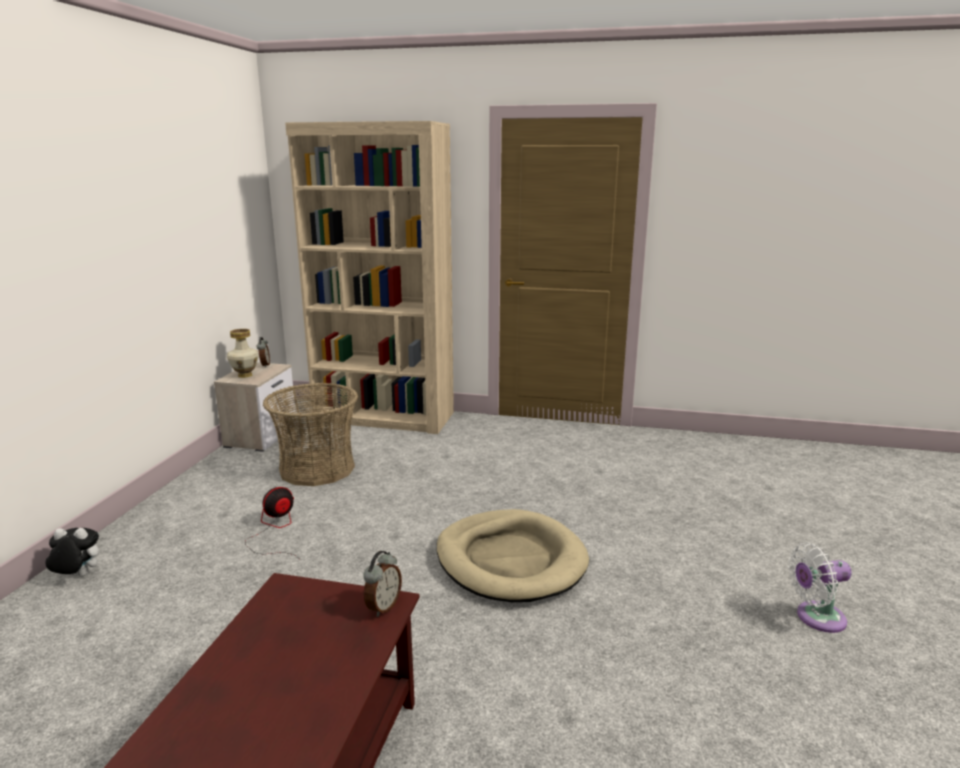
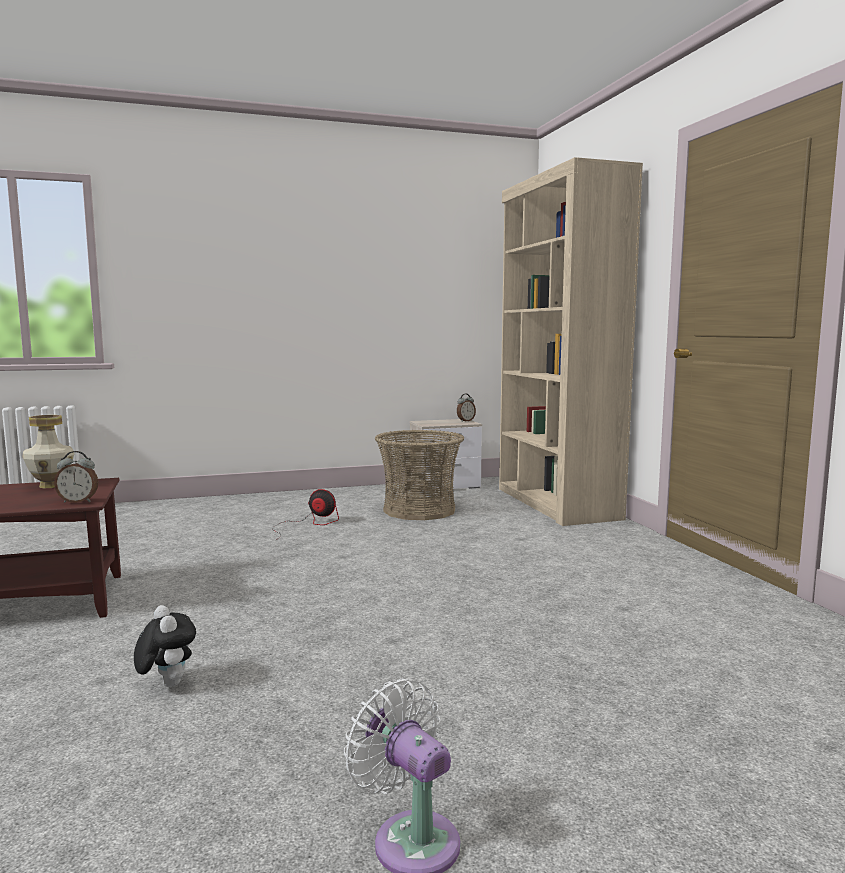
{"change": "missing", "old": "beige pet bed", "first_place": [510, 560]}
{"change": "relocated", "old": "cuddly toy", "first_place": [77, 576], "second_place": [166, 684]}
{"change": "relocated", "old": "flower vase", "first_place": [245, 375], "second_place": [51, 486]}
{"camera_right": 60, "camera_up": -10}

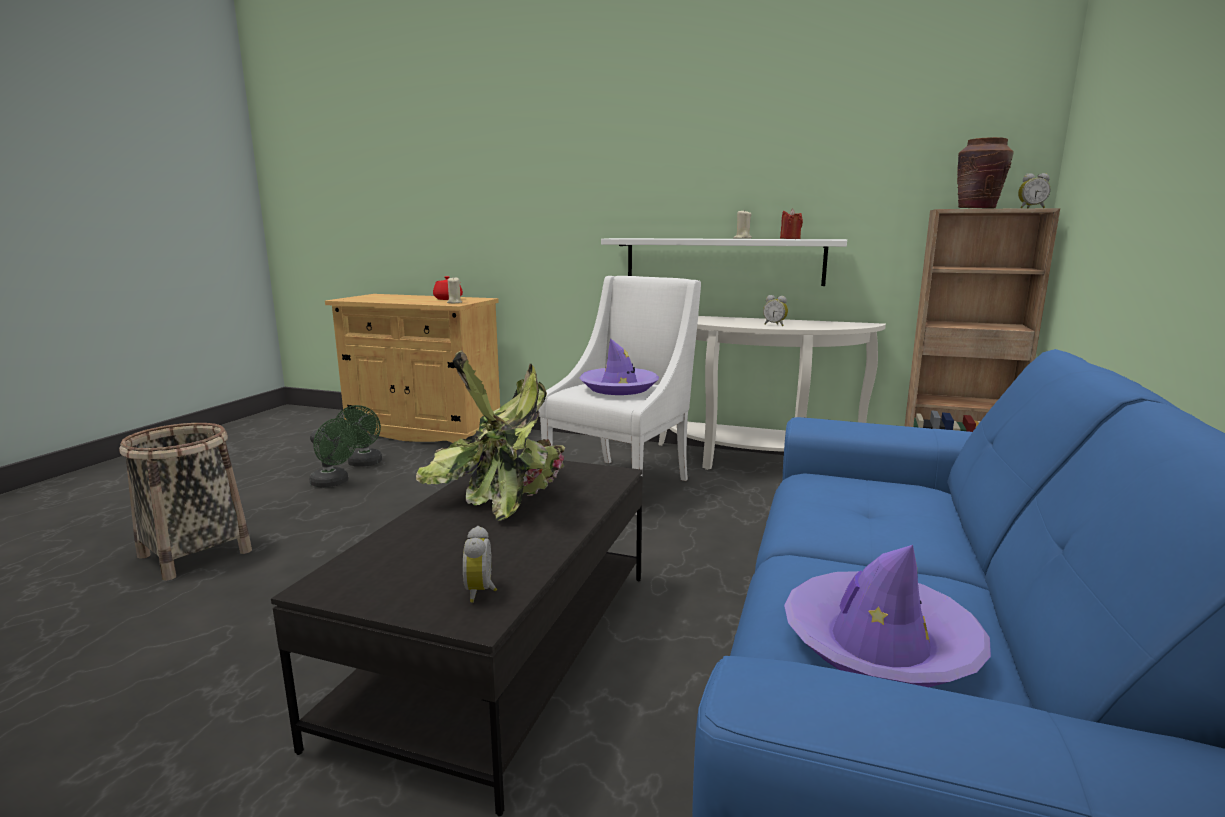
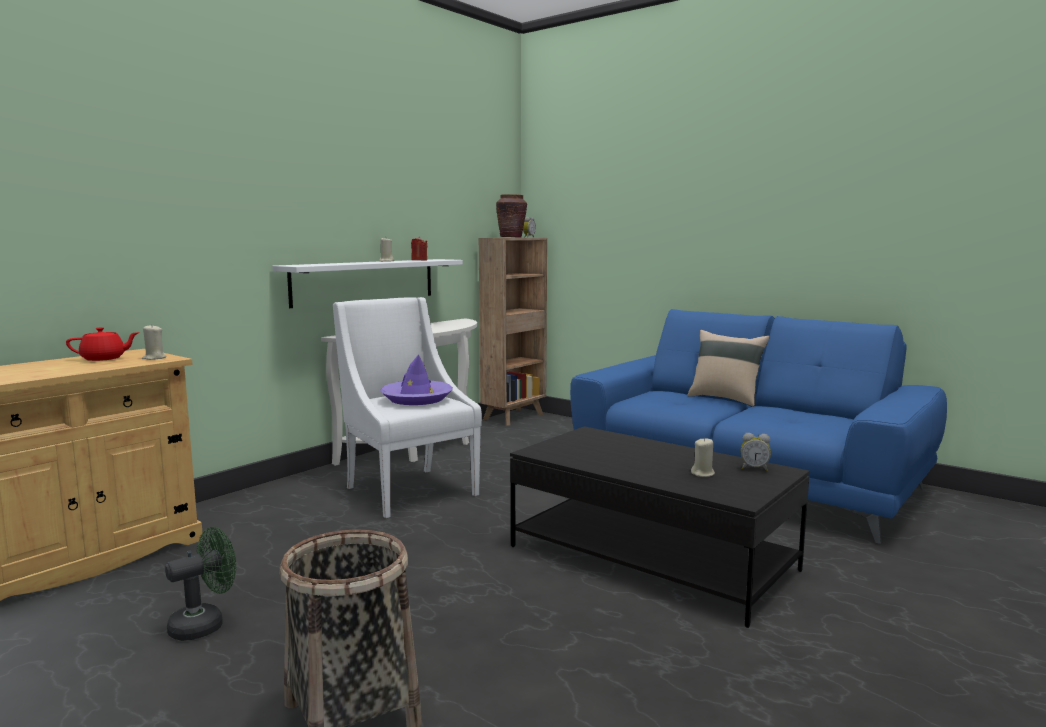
{"change": "missing", "old": "green fan", "first_place": [364, 464]}
{"change": "missing", "old": "houseplant", "first_place": [503, 494]}
{"change": "missing", "old": "table clock", "first_place": [775, 325]}
{"change": "missing", "old": "purple-coloured hat", "first_place": [879, 644]}
{"change": "appeared", "new": "beige cushion", "second_place": [725, 399]}
{"change": "appeared", "new": "beige candle", "second_place": [703, 474]}
{"camera_right": -70, "camera_up": -5}

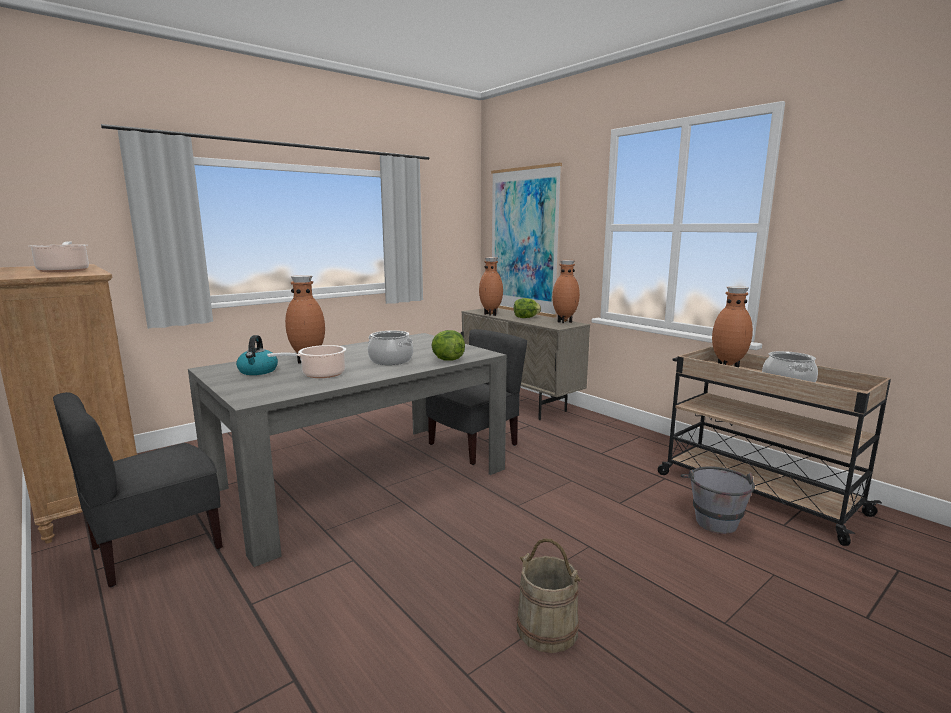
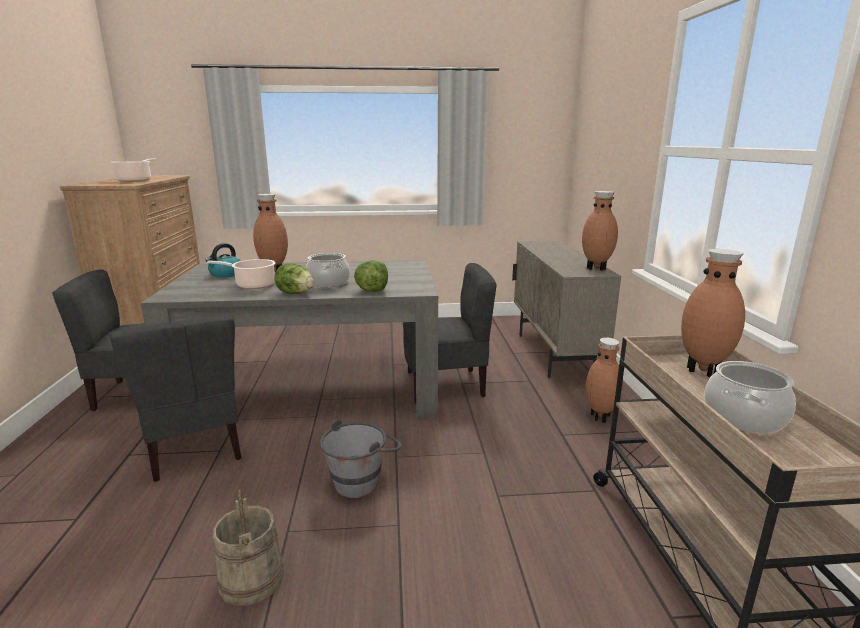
{"change": "missing", "old": "wall picture", "first_place": [524, 241]}
{"change": "appeared", "new": "greyish upright chair", "second_place": [195, 448]}
{"change": "relocated", "old": "brown flower vase", "first_place": [491, 314], "second_place": [601, 417]}
{"change": "relocated", "old": "lettuce head", "first_place": [526, 318], "second_place": [295, 293]}
{"change": "relocated", "old": "greyish pail", "first_place": [713, 518], "second_place": [363, 480]}
{"camera_right": 35, "camera_up": 5}

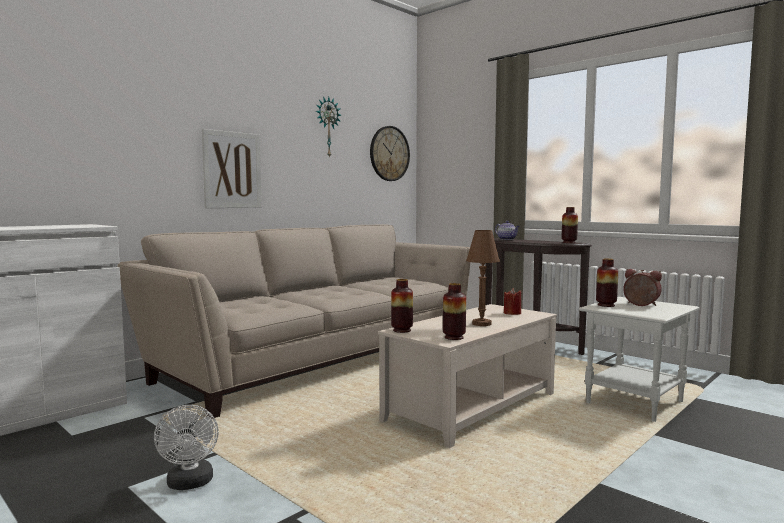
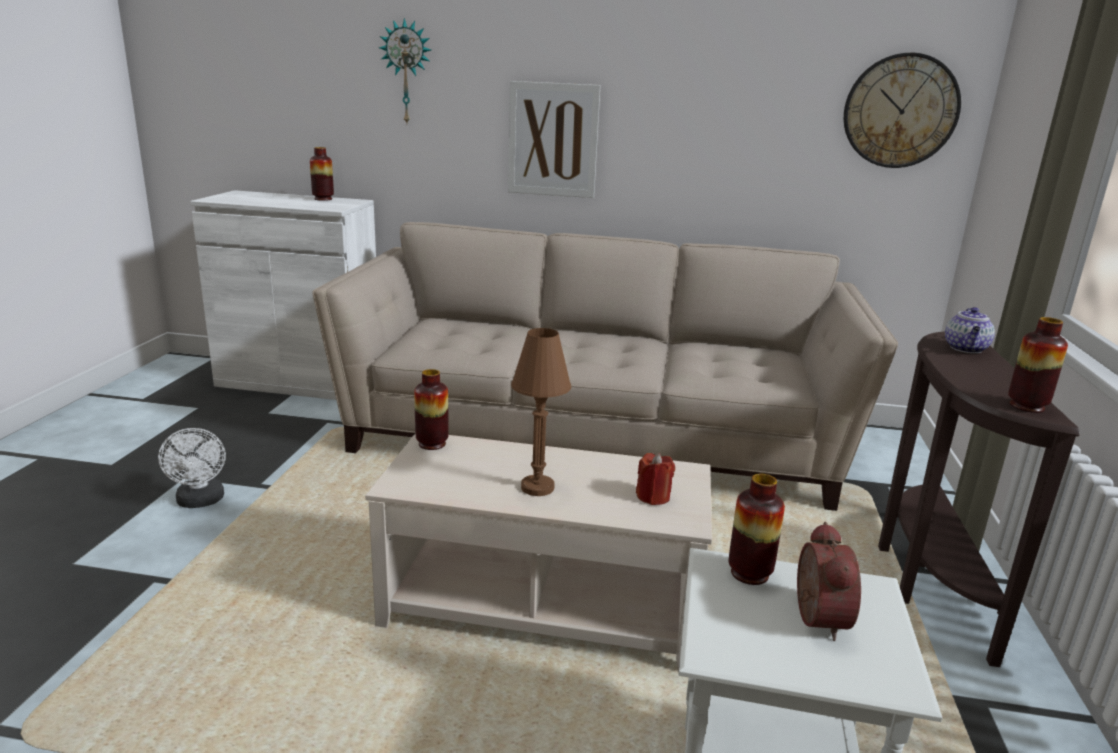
{"change": "relocated", "old": "hanging clock", "first_place": [327, 127], "second_place": [407, 72]}
{"change": "relocated", "old": "flower vase", "first_place": [454, 337], "second_place": [323, 199]}
{"change": "spun", "old": "white-coloured fan", "first_place": [190, 484], "second_place": [200, 502], "degrees": -60}
{"camera_right": 55, "camera_up": 15}

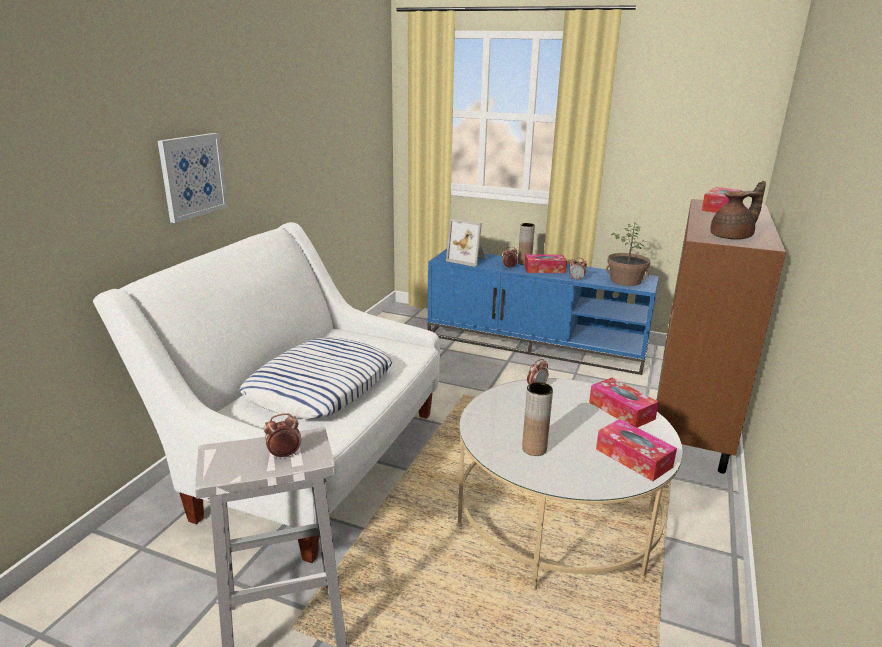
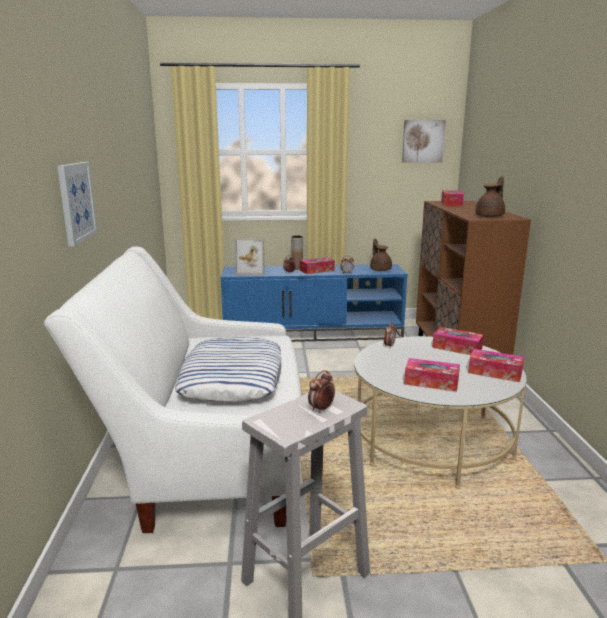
{"change": "appeared", "new": "wall picture", "second_place": [423, 141]}
{"change": "exchanged", "old": "brown flower vase", "new": "tissue holder", "first_place": [534, 449], "second_place": [431, 382]}
{"change": "exchanged", "old": "houseplant", "new": "brown pot for tea", "first_place": [625, 281], "second_place": [380, 269]}
{"camera_right": -25, "camera_up": -5}

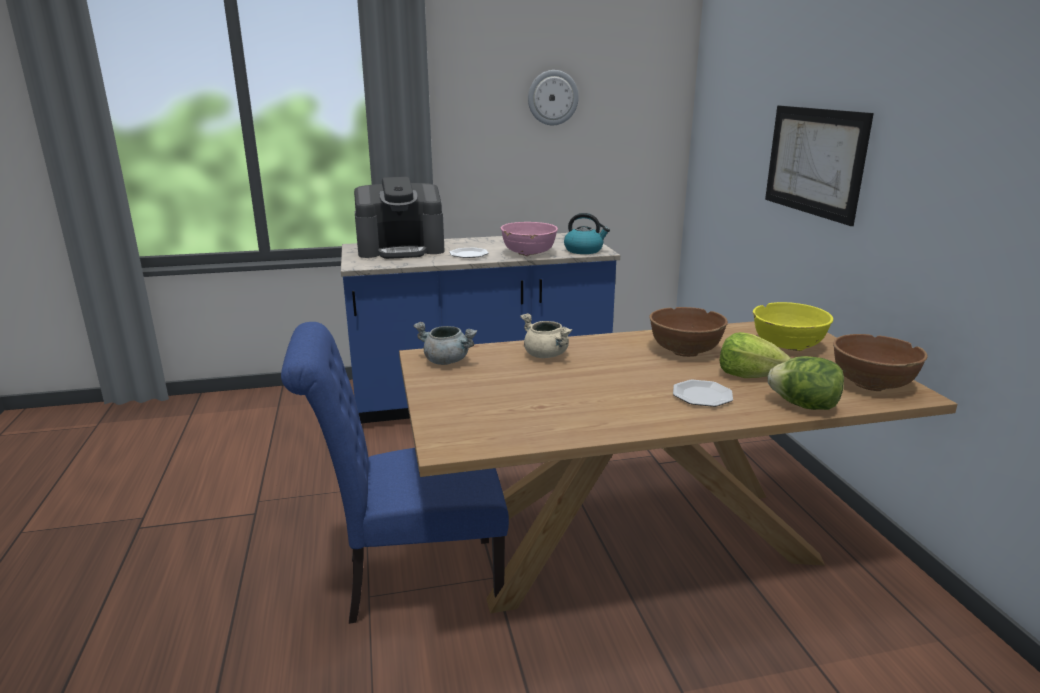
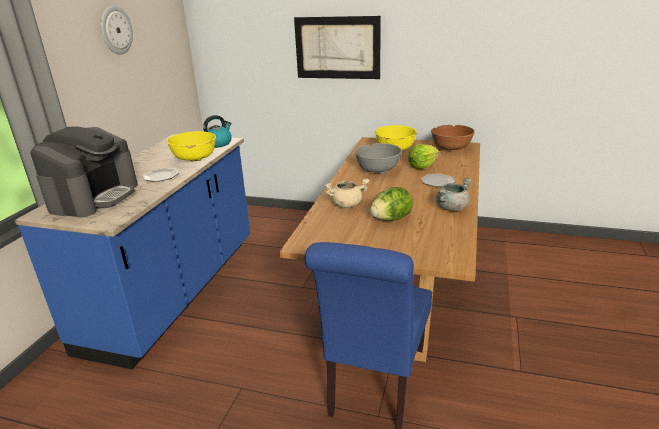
{"change": "relocated", "old": "greyish stockpot", "first_place": [447, 361], "second_place": [451, 207]}
{"change": "relocated", "old": "lettuce head", "first_place": [804, 405], "second_place": [391, 219]}
{"change": "colour", "old": "pinkish serving bowl", "new": "yellow serving bowl", "first_place": [529, 253], "second_place": [195, 158]}
{"change": "colour", "old": "brown serving bowl", "new": "greyish serving bowl", "first_place": [684, 350], "second_place": [378, 170]}
{"camera_right": -60, "camera_up": 5}

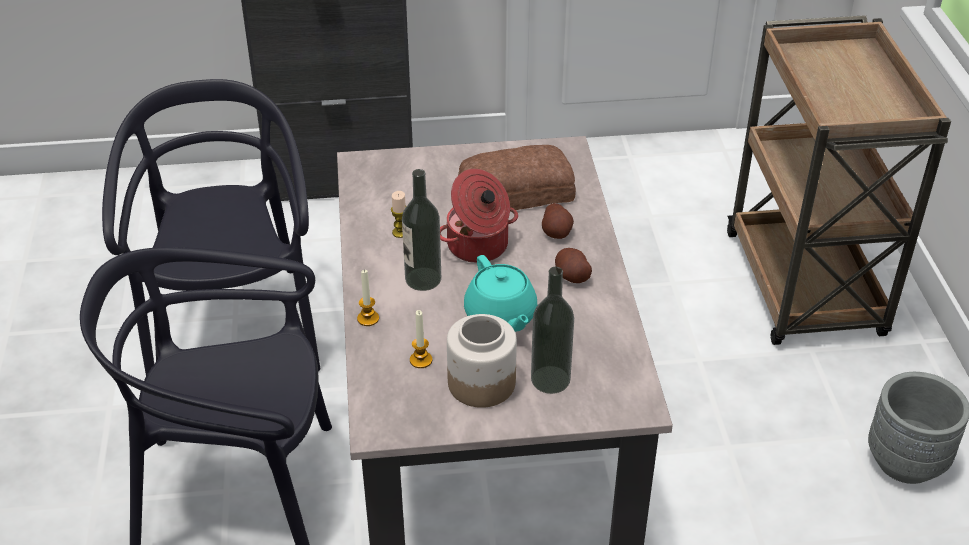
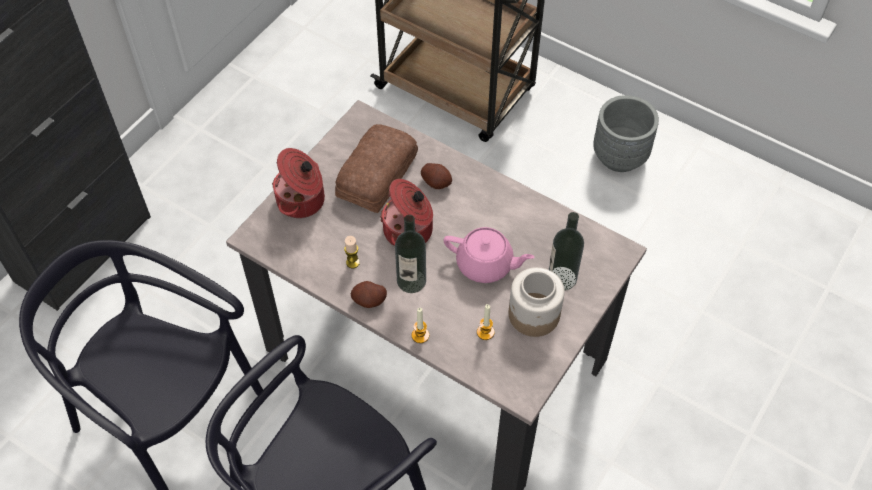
{"change": "appeared", "new": "stockpot", "second_place": [302, 201]}
{"change": "relocated", "old": "whole potato", "first_place": [572, 276], "second_place": [369, 300]}
{"change": "colour", "old": "turquoise pot for tea", "new": "pinkish pot for tea", "first_place": [500, 317], "second_place": [485, 265]}
{"camera_right": -50, "camera_up": 15}

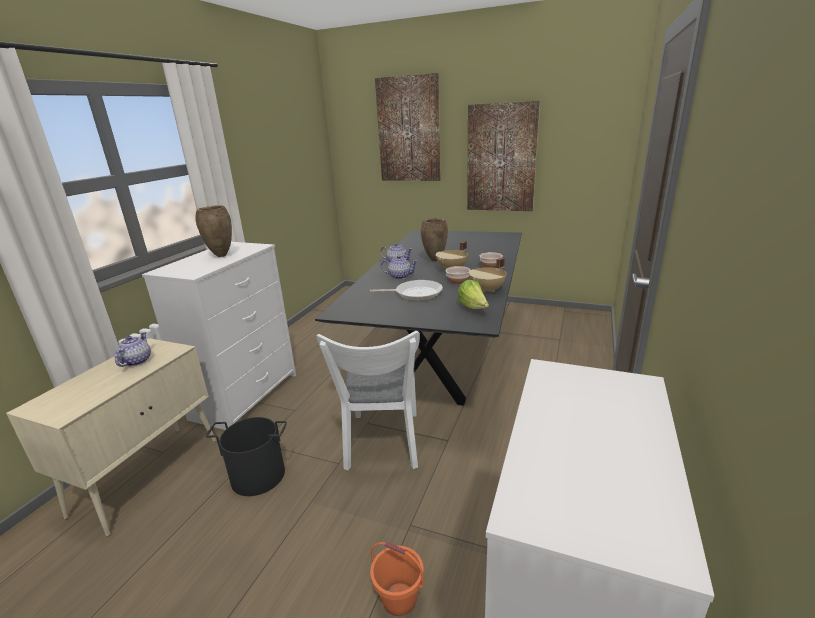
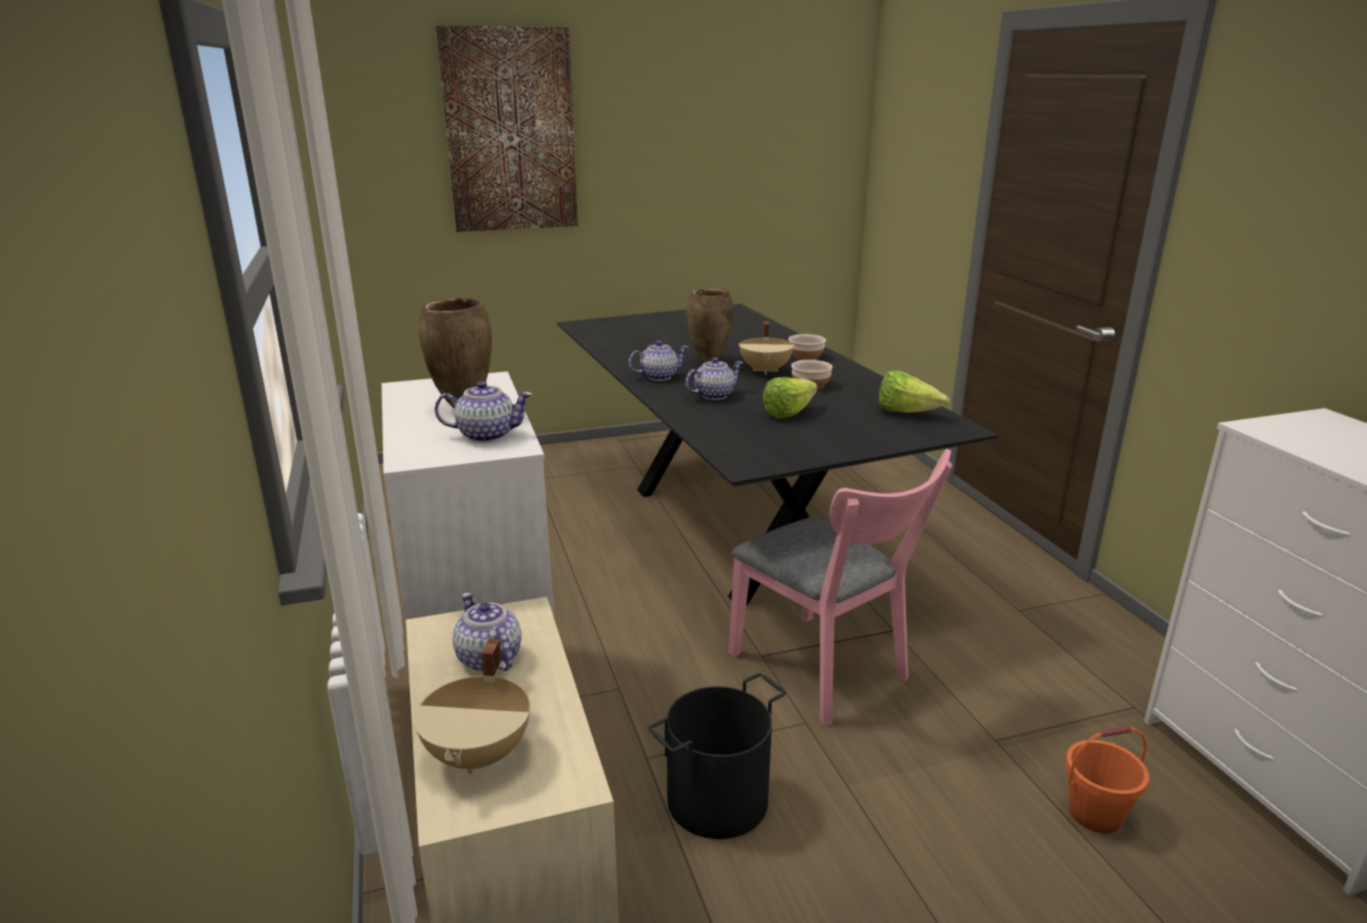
{"change": "missing", "old": "wall picture", "first_place": [501, 158]}
{"change": "appeared", "new": "pot for tea", "second_place": [486, 435]}
{"change": "relocated", "old": "beige stockpot", "first_place": [488, 290], "second_place": [480, 754]}
{"change": "exchanged", "old": "skillet", "new": "lettuce head", "first_place": [415, 293], "second_place": [793, 412]}
{"change": "colour", "old": "white-coloured upright chair", "new": "pinkish upright chair", "first_place": [383, 445], "second_place": [826, 672]}
{"camera_right": -40, "camera_up": 0}

